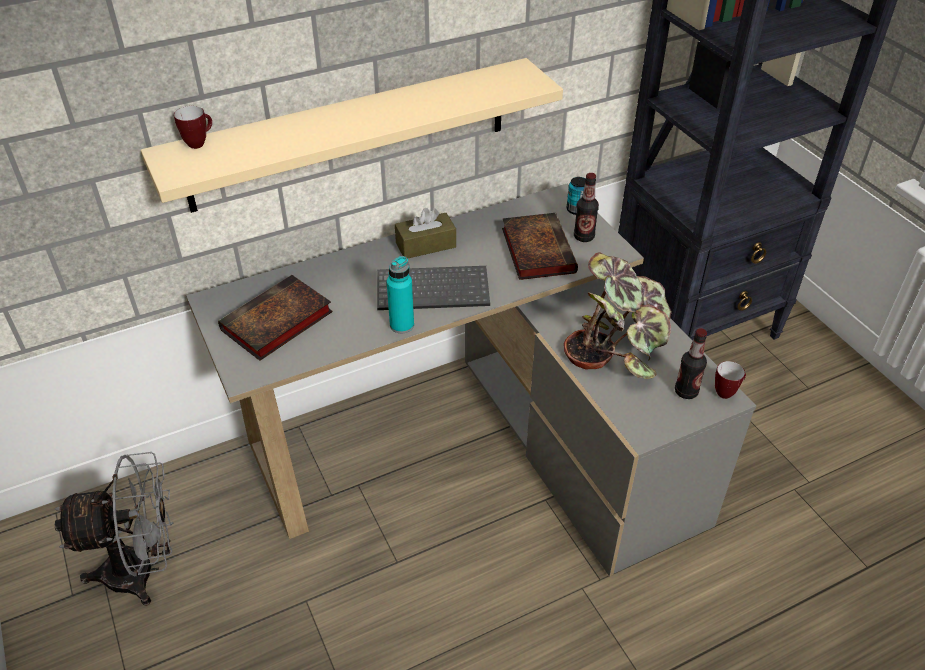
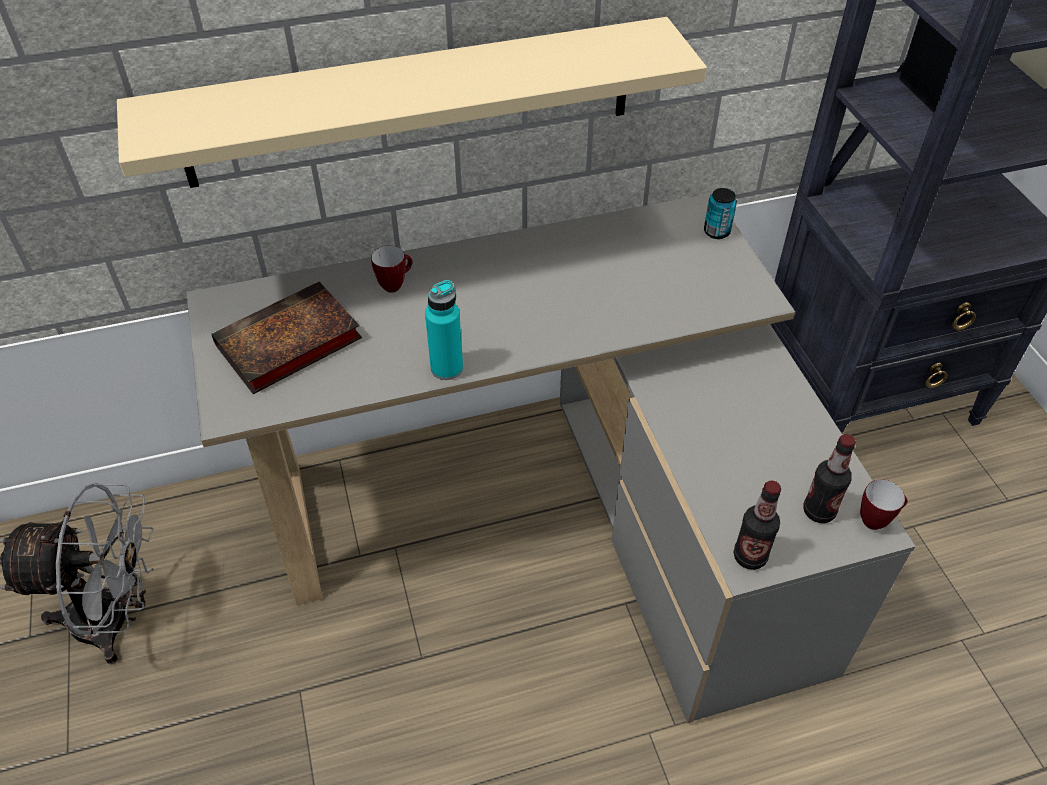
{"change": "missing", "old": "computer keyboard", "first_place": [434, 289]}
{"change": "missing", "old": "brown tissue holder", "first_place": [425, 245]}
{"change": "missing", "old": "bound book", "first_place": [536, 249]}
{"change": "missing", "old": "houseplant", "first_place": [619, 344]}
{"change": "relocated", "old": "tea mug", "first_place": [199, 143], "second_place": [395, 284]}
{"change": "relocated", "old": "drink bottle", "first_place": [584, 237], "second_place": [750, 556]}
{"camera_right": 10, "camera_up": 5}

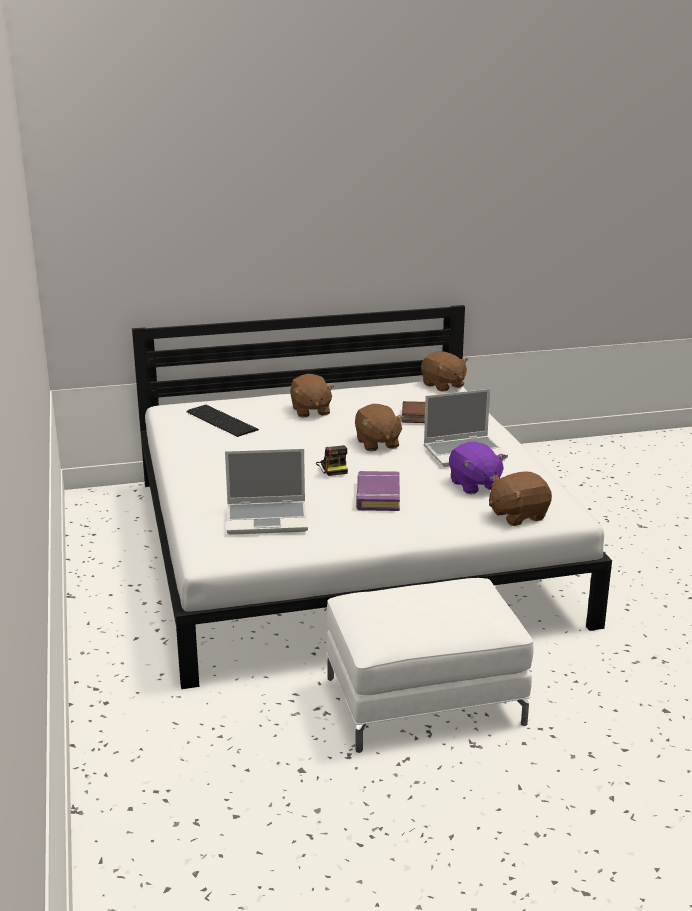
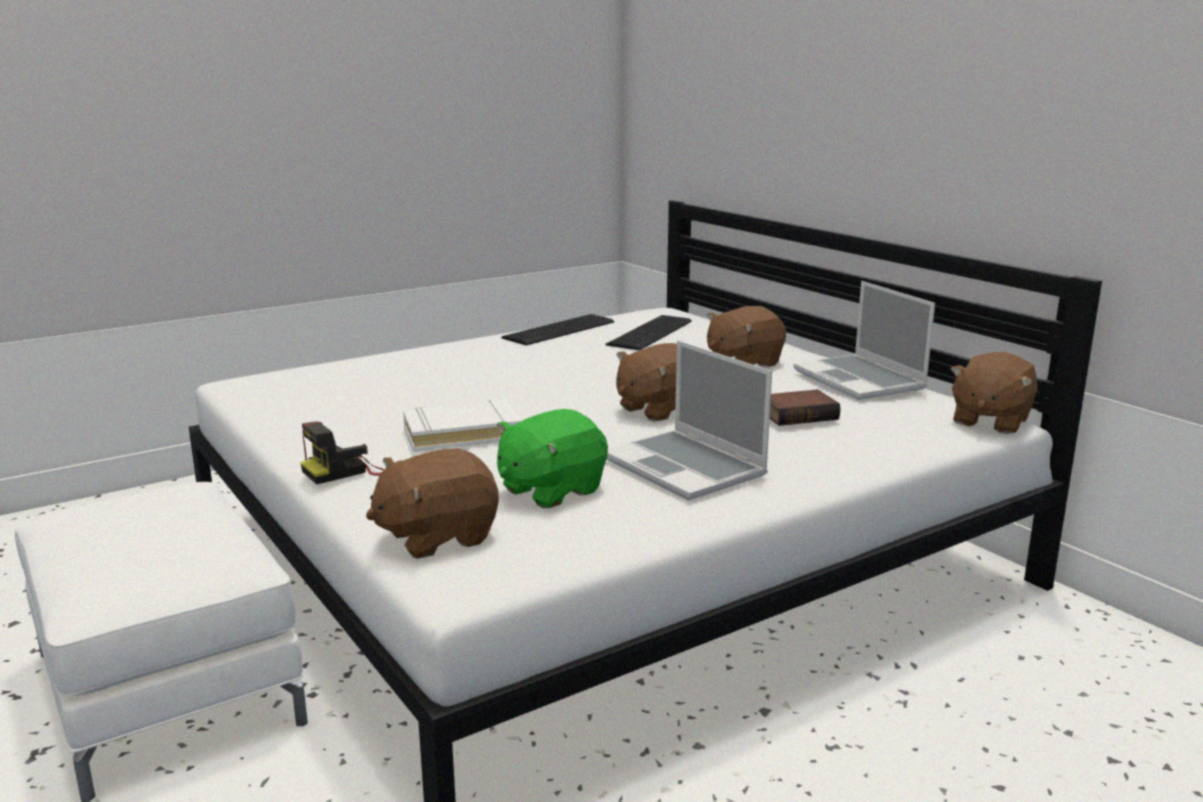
{"change": "appeared", "new": "computer keyboard", "second_place": [561, 330]}
{"change": "relocated", "old": "laptop", "first_place": [268, 519], "second_place": [861, 380]}
{"change": "relocated", "old": "photo camera", "first_place": [333, 467], "second_place": [344, 471]}
{"change": "colour", "old": "purple-coloured bound book", "new": "white-coloured bound book", "first_place": [378, 496], "second_place": [461, 434]}
{"change": "colour", "old": "purple-coloured cuddly toy", "new": "green cuddly toy", "first_place": [474, 485], "second_place": [550, 490]}
{"change": "spun", "old": "brown cuddly toy", "first_place": [517, 515], "second_place": [436, 537], "degrees": -75}
{"camera_right": 70, "camera_up": -5}

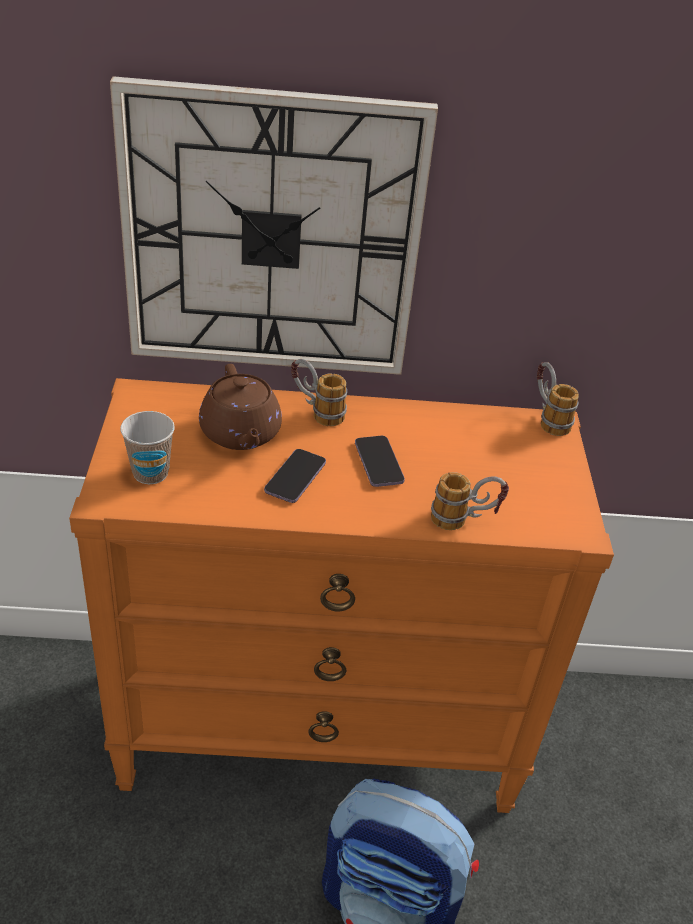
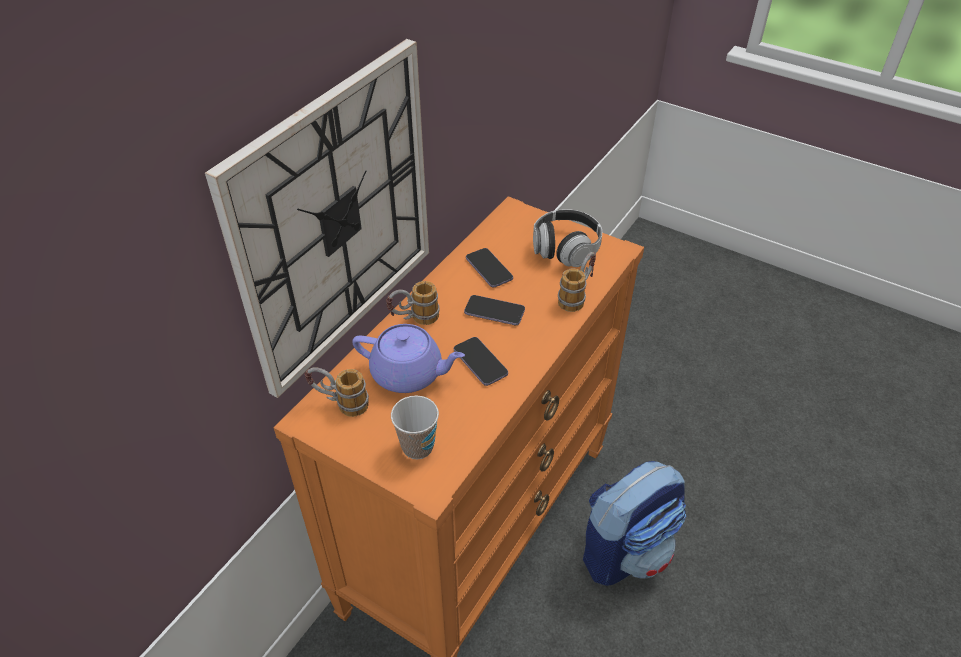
{"change": "appeared", "new": "phone", "second_place": [489, 269]}
{"change": "appeared", "new": "headset", "second_place": [565, 249]}
{"change": "relocated", "old": "tea mug", "first_place": [547, 418], "second_place": [340, 404]}
{"change": "colour", "old": "brown pot for tea", "new": "purple-coloured pot for tea", "first_place": [240, 434], "second_place": [409, 373]}
{"camera_right": -55, "camera_up": 5}

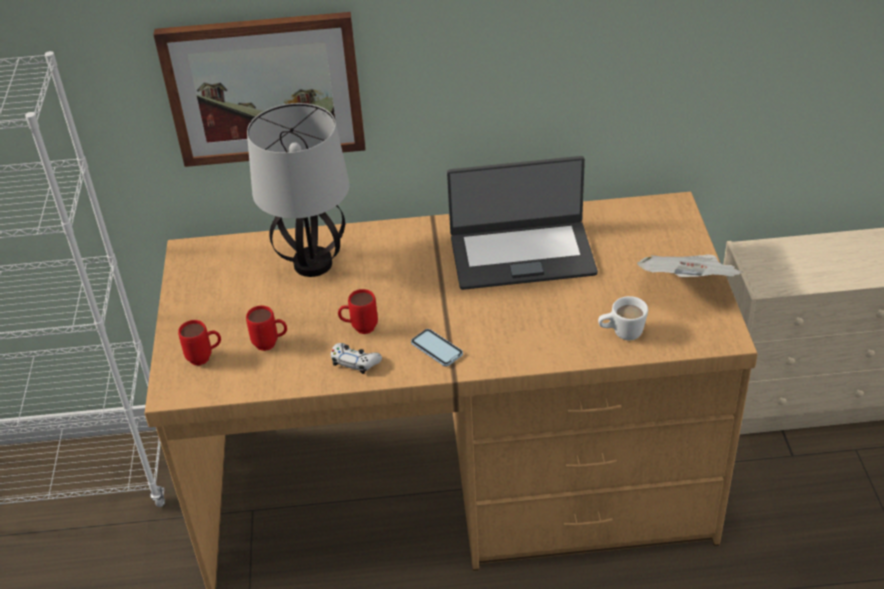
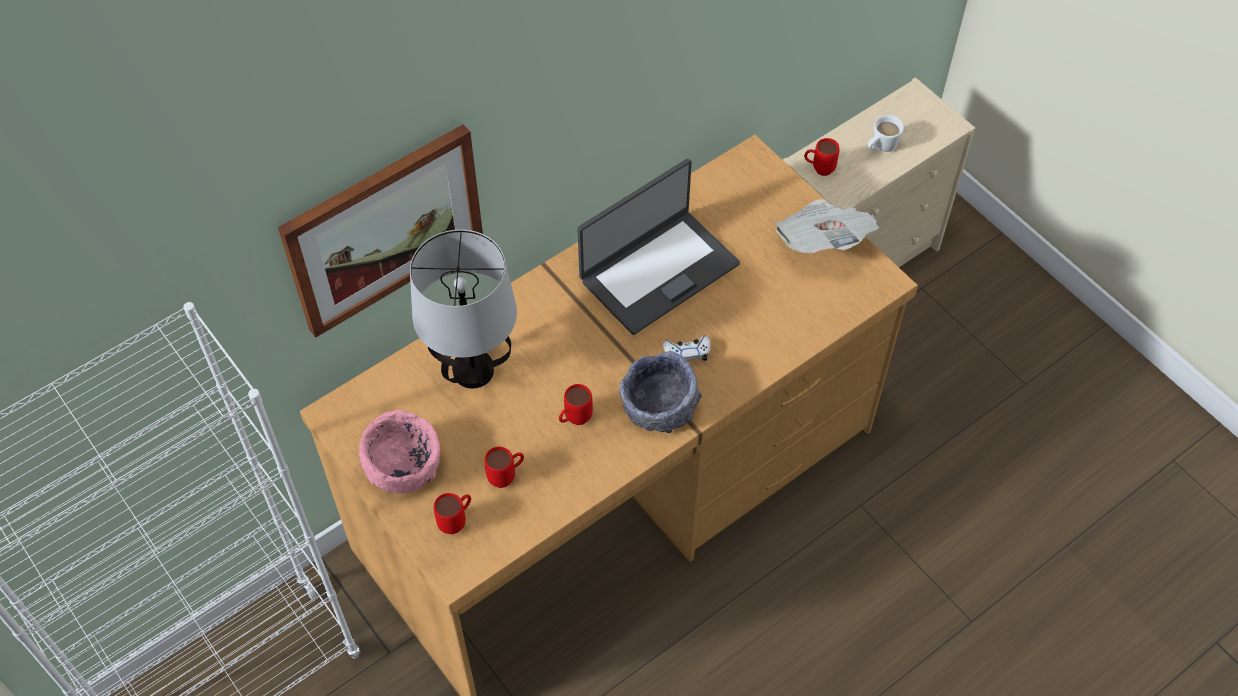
{"change": "appeared", "new": "pinkish serving bowl", "second_place": [403, 466]}
{"change": "appeared", "new": "red-coloured tea mug", "second_place": [818, 169]}
{"change": "relocated", "old": "white-coloured game controller", "first_place": [355, 362], "second_place": [687, 352]}
{"change": "relocated", "old": "white-coloured tea mug", "first_place": [621, 333], "second_place": [880, 147]}
{"change": "exchanged", "old": "phone", "new": "greyish serving bowl", "first_place": [436, 349], "second_place": [659, 408]}
{"camera_right": -35, "camera_up": 15}

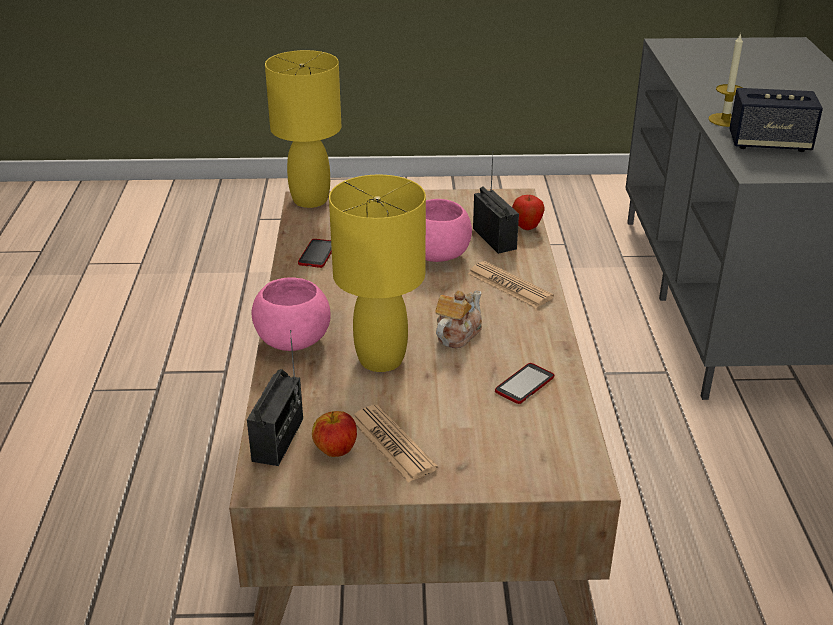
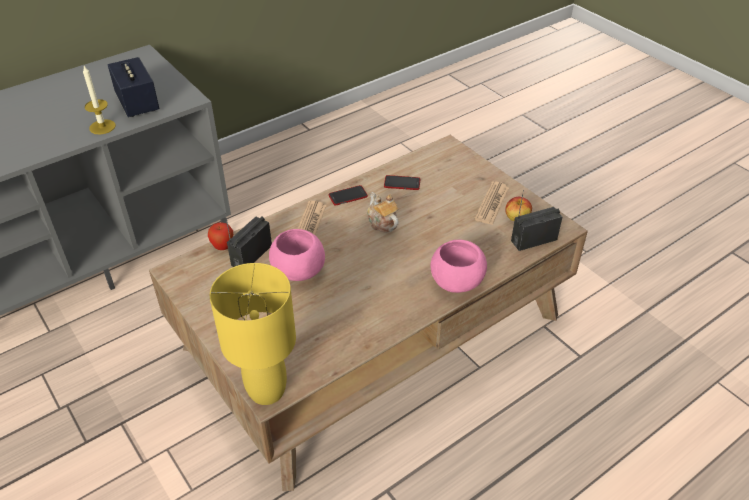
{"change": "missing", "old": "yellow table lamp", "first_place": [380, 359]}
{"change": "relocated", "old": "phone", "first_place": [317, 254], "second_place": [348, 196]}
{"change": "spun", "old": "pot for tea", "first_place": [457, 334], "second_place": [382, 223], "degrees": 60}
{"camera_right": -125, "camera_up": 10}

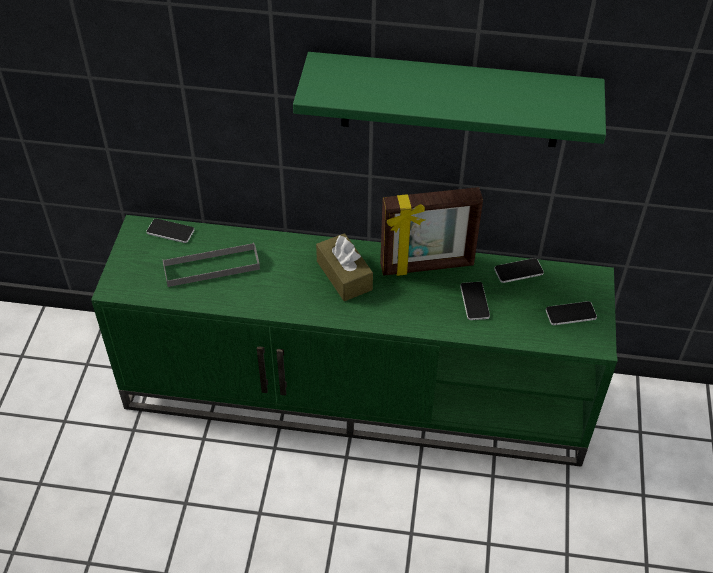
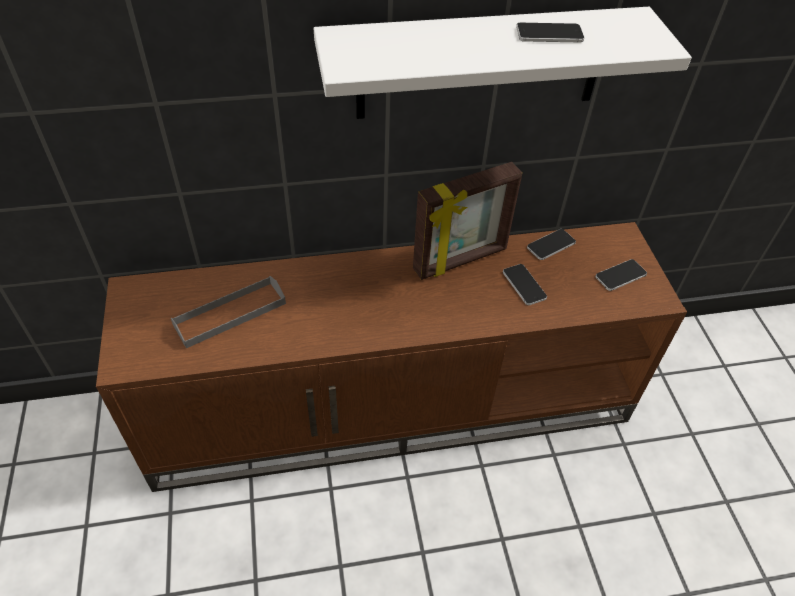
{"change": "missing", "old": "brown tissue holder", "first_place": [344, 275]}
{"change": "relocated", "old": "phone", "first_place": [170, 231], "second_place": [549, 34]}
{"change": "colour", "old": "green tv unit", "new": "brown tv unit", "first_place": [358, 391], "second_place": [393, 405]}
{"change": "colour", "old": "green shelf", "new": "white-coloured shelf", "first_place": [450, 100], "second_place": [480, 64]}
{"camera_right": -20, "camera_up": 0}

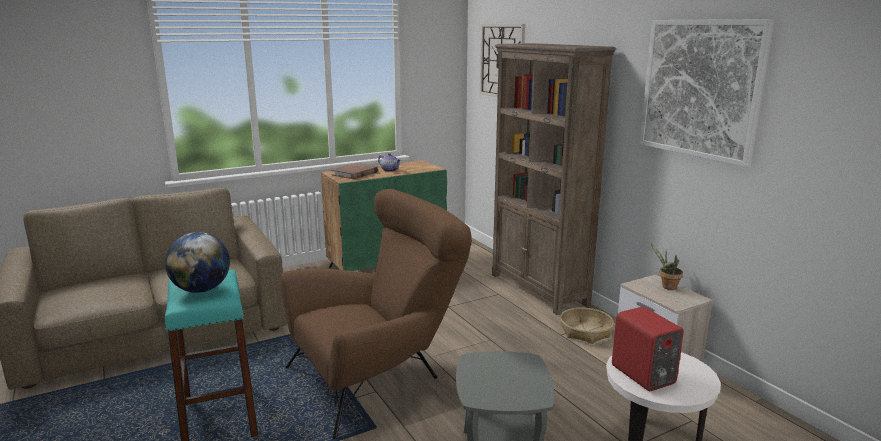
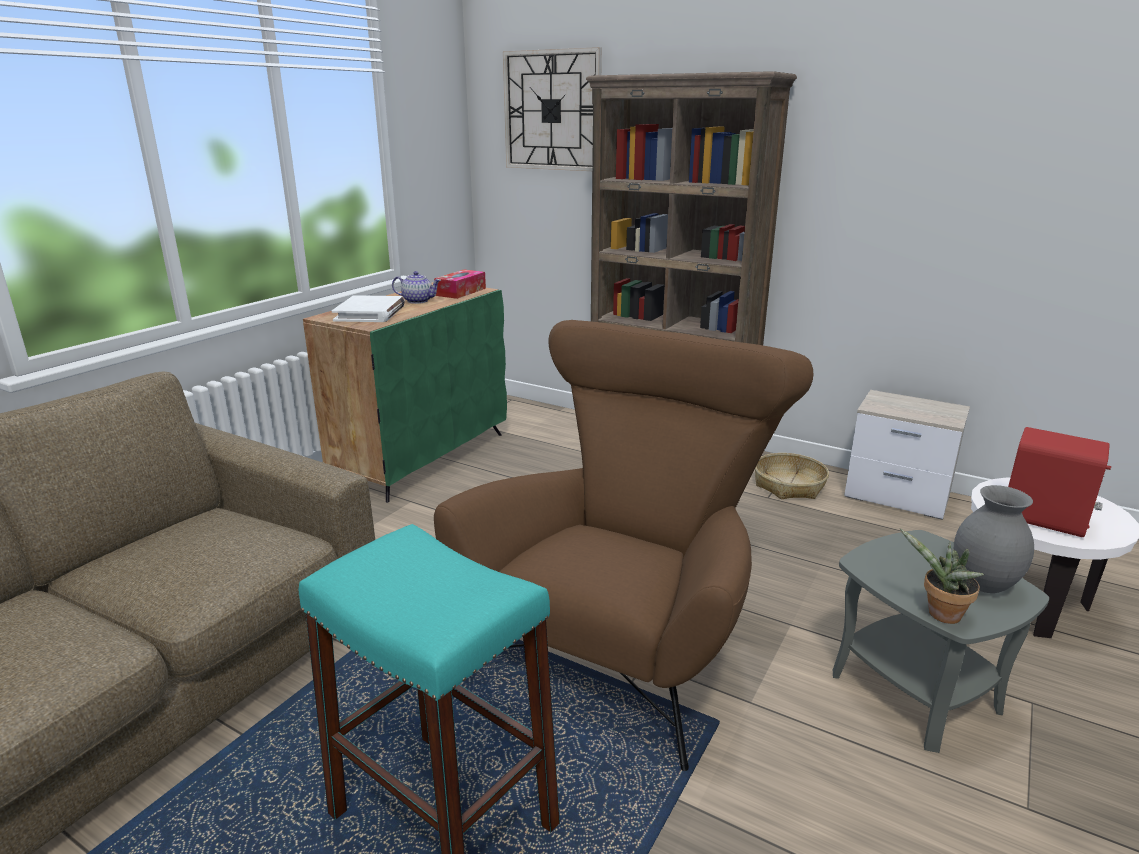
{"change": "missing", "old": "globe", "first_place": [201, 290]}
{"change": "missing", "old": "wall picture", "first_place": [700, 89]}
{"change": "appeared", "new": "tissue holder", "second_place": [461, 292]}
{"change": "appeared", "new": "greyish flower vase", "second_place": [982, 585]}
{"change": "relocated", "old": "houseplant", "first_place": [666, 287], "second_place": [940, 615]}
{"change": "colour", "old": "brown bound book", "new": "white-coloured bound book", "first_place": [355, 173], "second_place": [370, 313]}
{"camera_right": -30, "camera_up": 5}

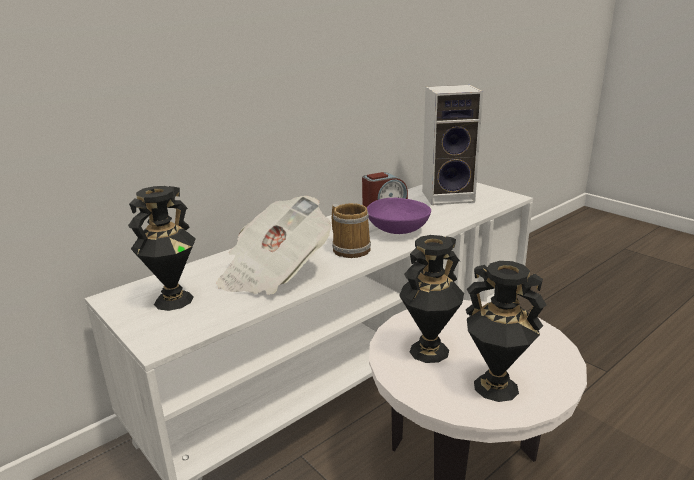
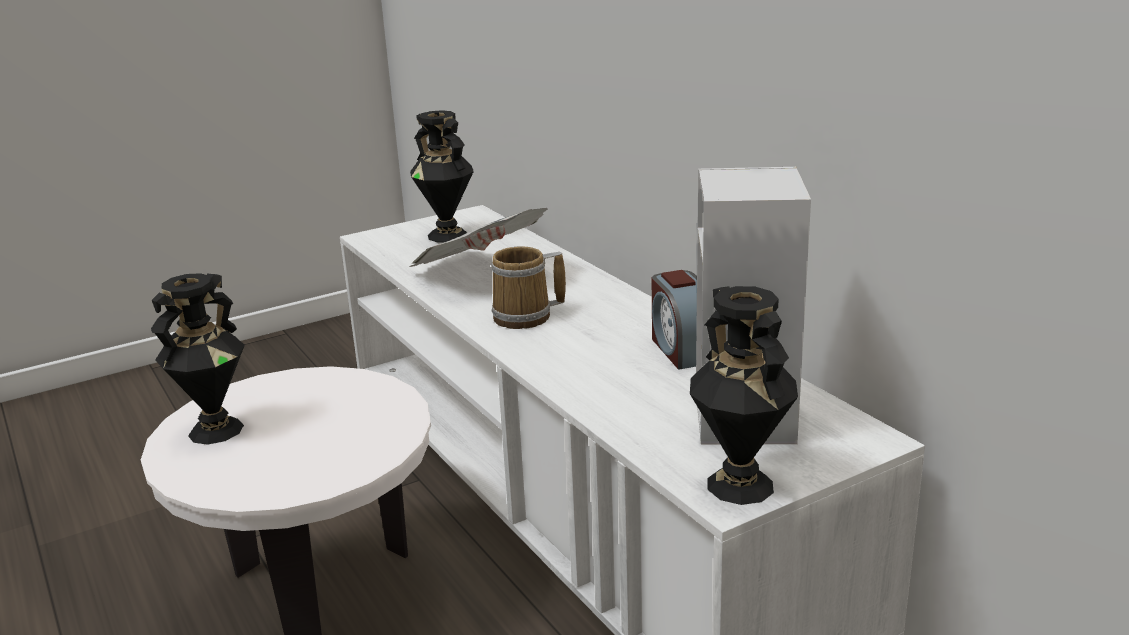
{"change": "missing", "old": "purple-coloured serving bowl", "first_place": [397, 230]}
{"change": "relocated", "old": "black-coloured flower vase", "first_place": [429, 351], "second_place": [738, 485]}
{"camera_right": 100, "camera_up": 0}

